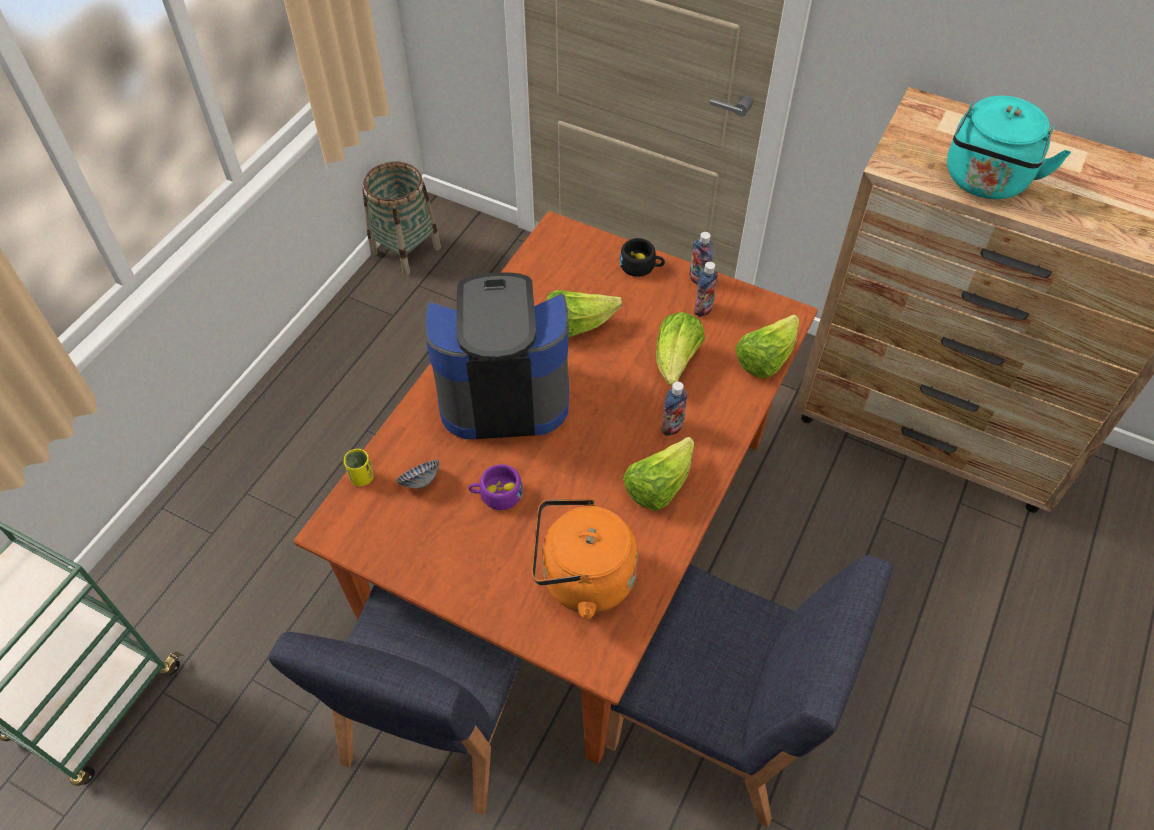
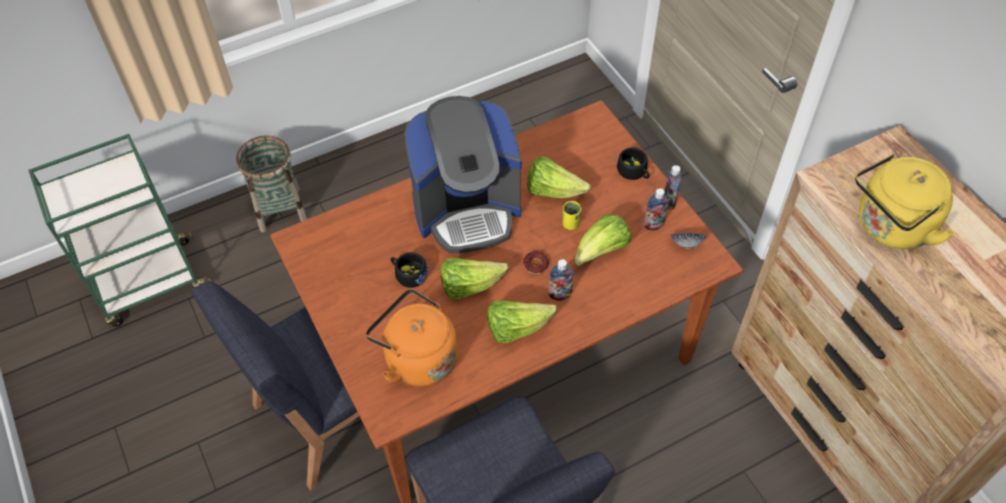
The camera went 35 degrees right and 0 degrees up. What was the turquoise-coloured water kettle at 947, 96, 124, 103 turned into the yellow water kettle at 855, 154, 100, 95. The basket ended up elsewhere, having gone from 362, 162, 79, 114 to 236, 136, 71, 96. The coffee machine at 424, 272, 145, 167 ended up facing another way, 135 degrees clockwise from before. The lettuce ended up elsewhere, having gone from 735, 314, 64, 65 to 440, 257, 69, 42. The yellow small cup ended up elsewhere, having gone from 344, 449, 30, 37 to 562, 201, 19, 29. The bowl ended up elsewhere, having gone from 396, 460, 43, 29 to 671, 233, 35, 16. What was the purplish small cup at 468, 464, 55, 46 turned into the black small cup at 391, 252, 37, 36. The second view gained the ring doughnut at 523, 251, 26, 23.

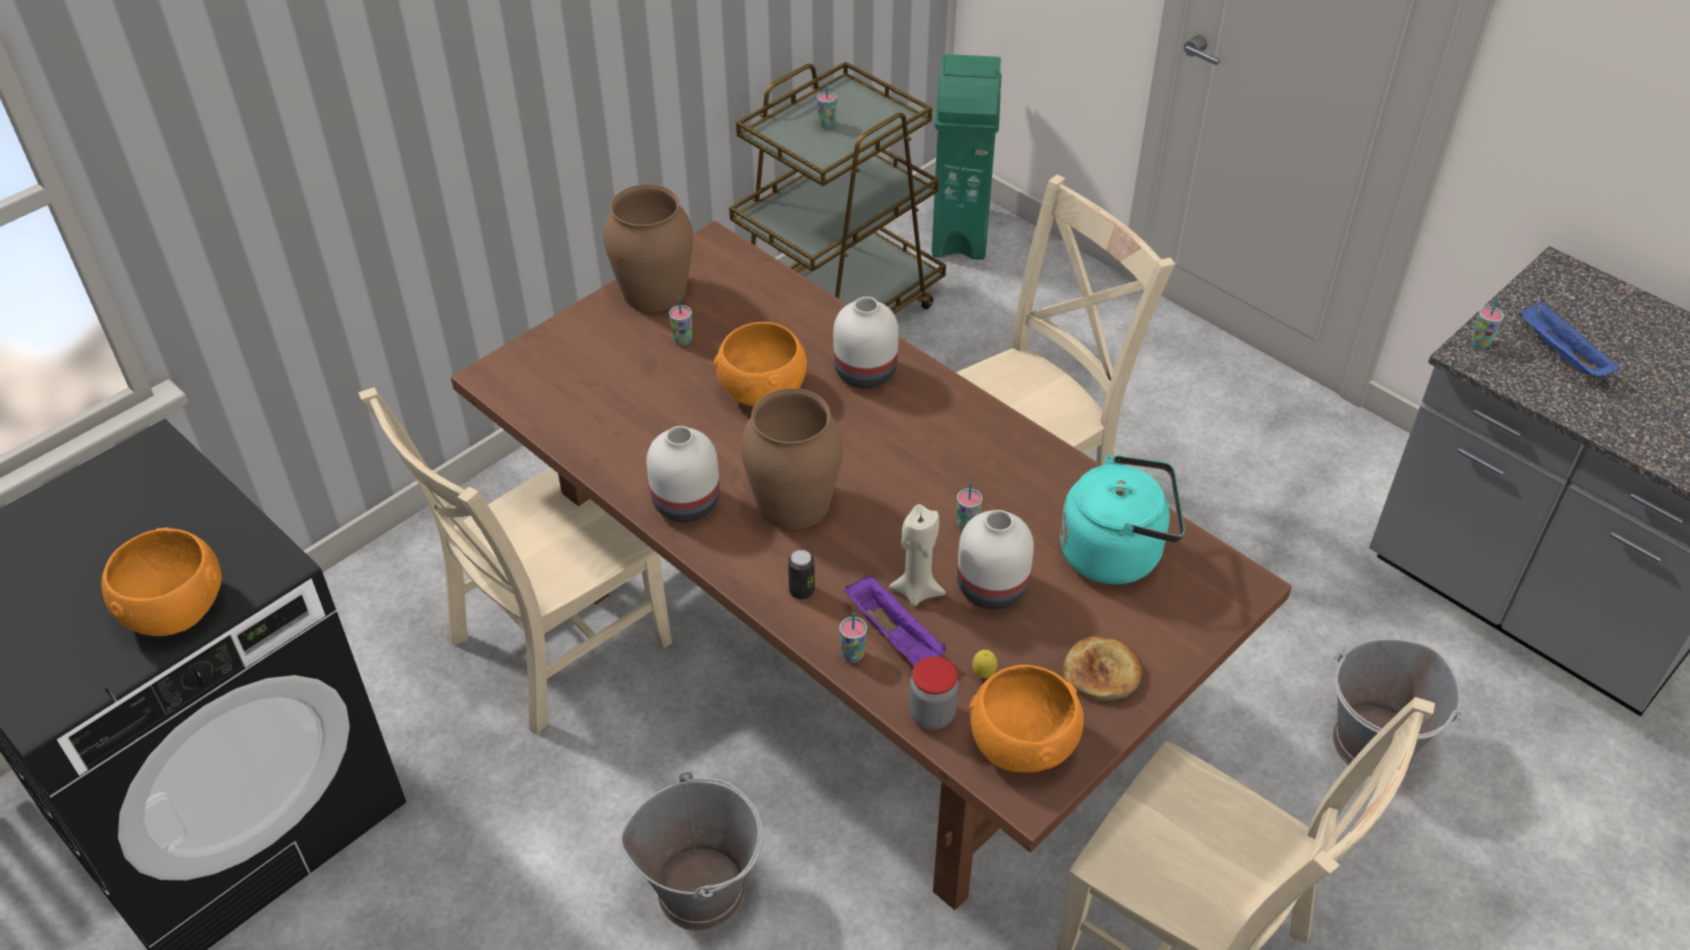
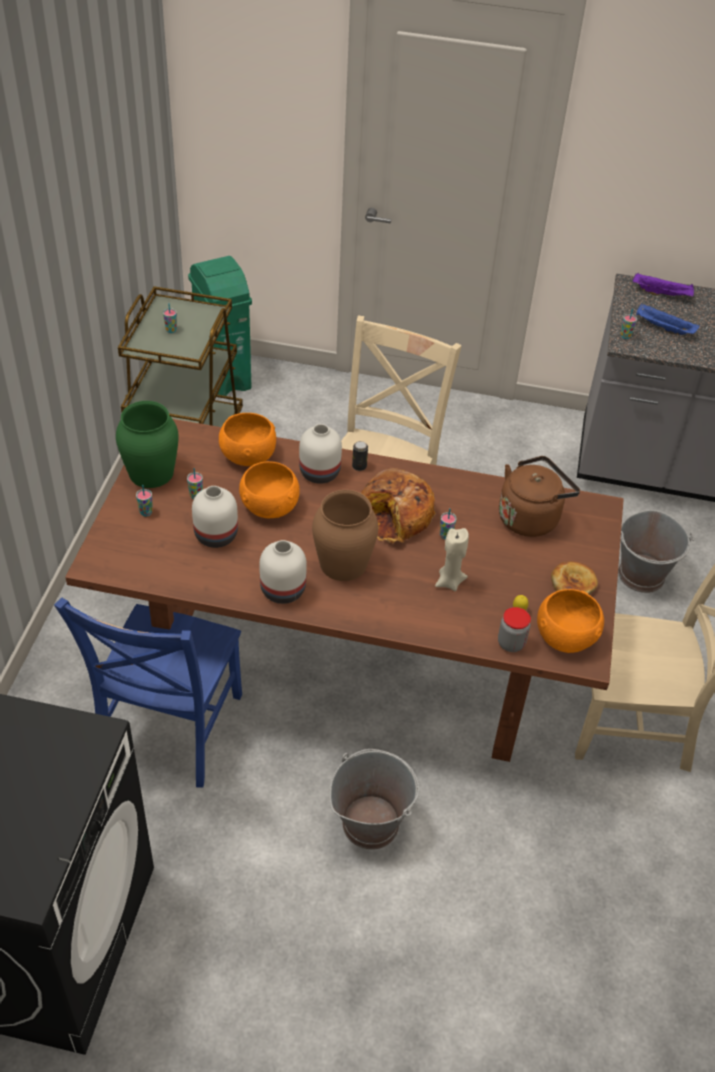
The camera went 35 degrees left and 0 degrees up. What was the brownish vase at 603, 184, 90, 128 turned into the green vase at 116, 401, 63, 87. What was the beige-coloured plain chair at 358, 387, 314, 348 turned into the blue-coloured plain chair at 54, 598, 188, 189. What was the turquoise-coloured water kettle at 1060, 455, 125, 129 turned into the brownish water kettle at 499, 456, 81, 81. The white-coloured vase ended up elsewhere, having gone from 957, 510, 77, 100 to 192, 486, 46, 62. The orangey bowl ended up elsewhere, having gone from 101, 527, 121, 109 to 219, 413, 57, 53. The can ended up elsewhere, having gone from 788, 550, 27, 49 to 352, 441, 16, 30. The purplish carrying tray ended up elsewhere, having gone from 844, 576, 102, 90 to 633, 273, 61, 24. The small cup ended up elsewhere, having gone from 839, 613, 28, 50 to 136, 485, 17, 32. The second view gained the bread at 361, 468, 75, 76.

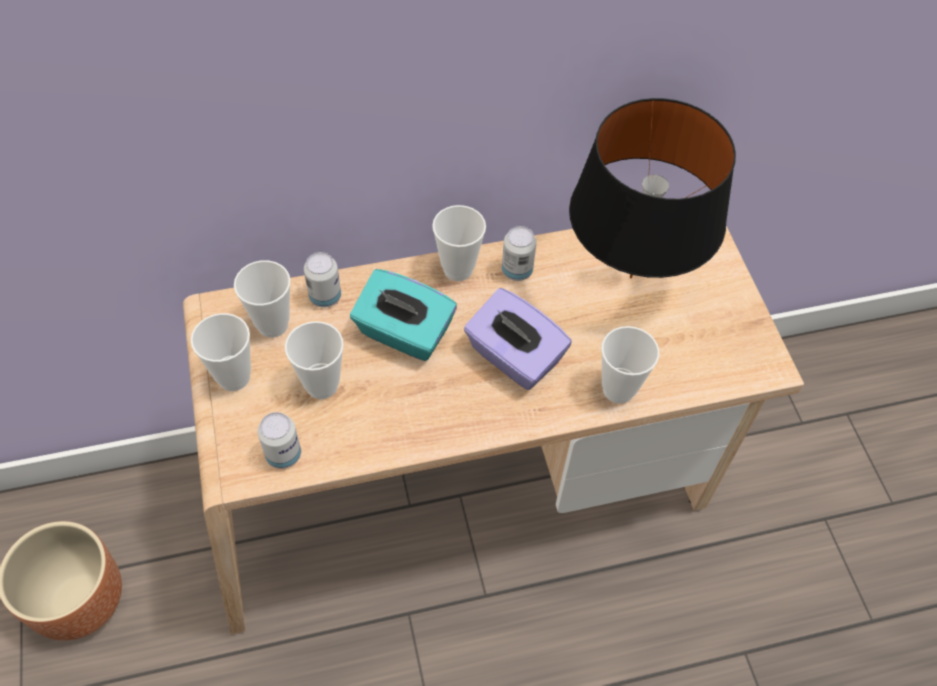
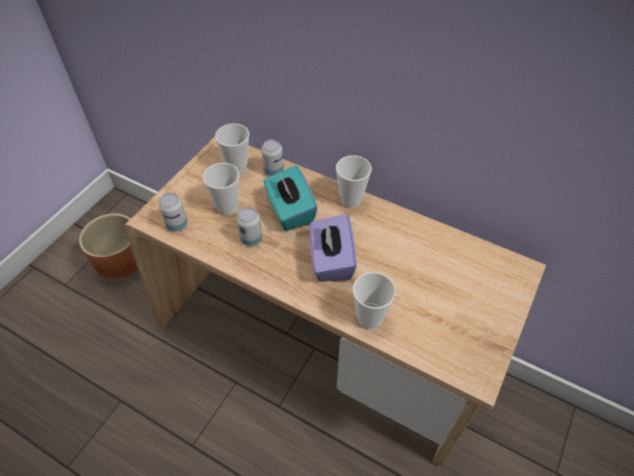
The camera went 45 degrees right and 5 degrees down. The second view lost the black table lamp at 569, 98, 167, 180. The can ended up elsewhere, having gone from 502, 226, 35, 55 to 237, 207, 25, 39. The second view lost the small cup at 191, 313, 60, 78.

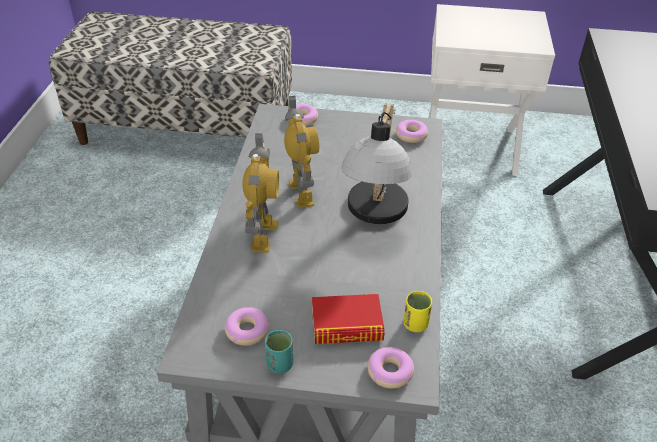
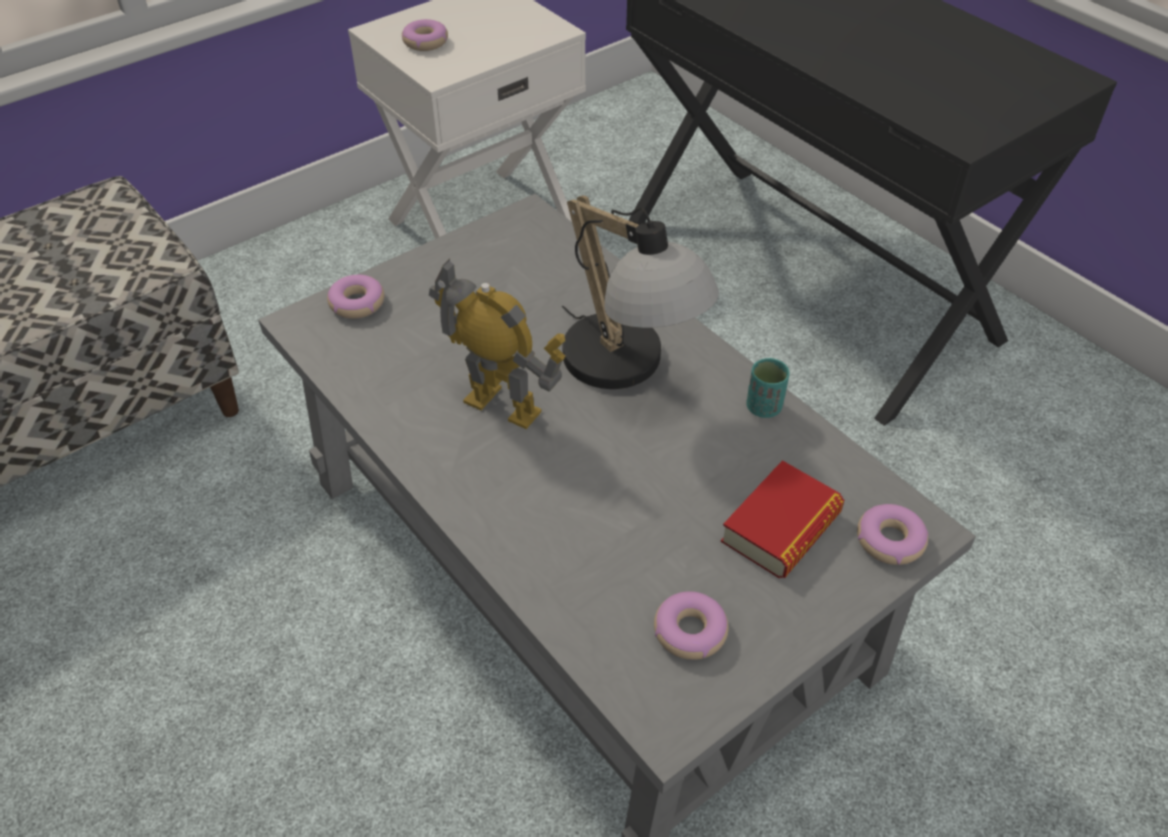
The camera went 45 degrees left and 5 degrees up. The ring doughnut ended up elsewhere, having gone from 396, 120, 32, 23 to 402, 19, 46, 32. The second view lost the model robot at 242, 133, 37, 120. The second view lost the yellow small cup at 404, 291, 28, 41. The turquoise-coloured small cup ended up elsewhere, having gone from 265, 330, 28, 44 to 747, 358, 42, 60.

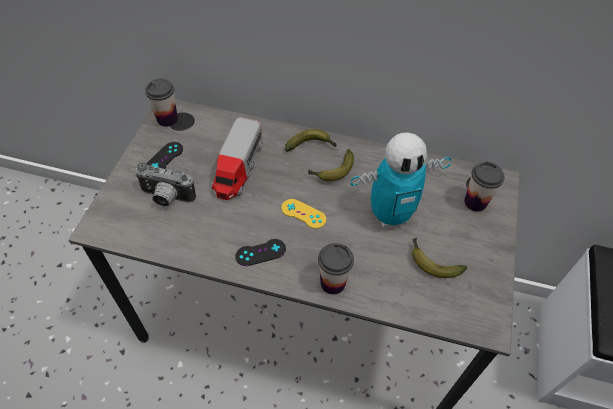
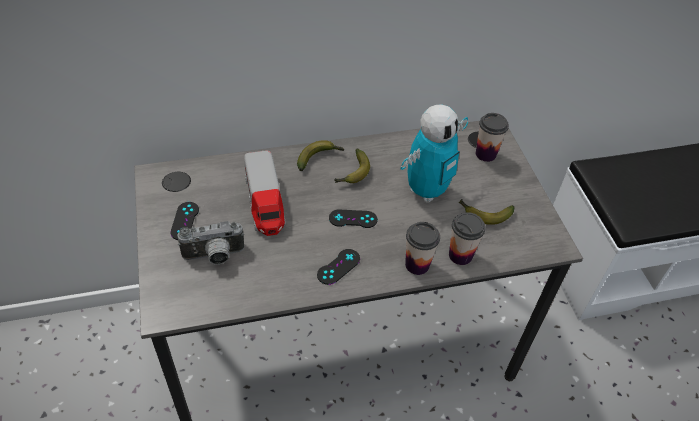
The camera went 30 degrees left and 5 degrees down. The small cup ended up elsewhere, having gone from 145, 78, 33, 49 to 449, 212, 37, 53. What was the yellow joypad at 281, 199, 45, 30 turned into the black joypad at 329, 209, 49, 19.

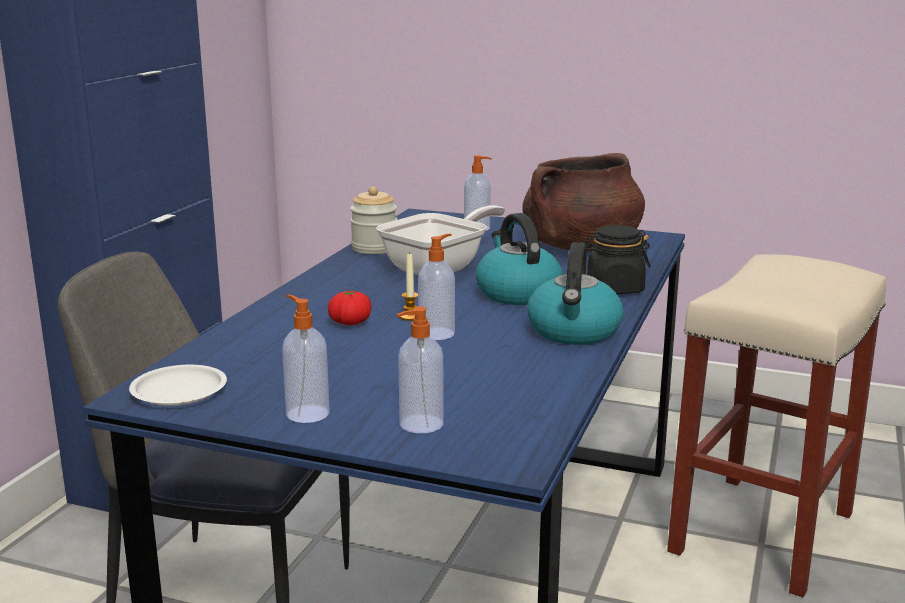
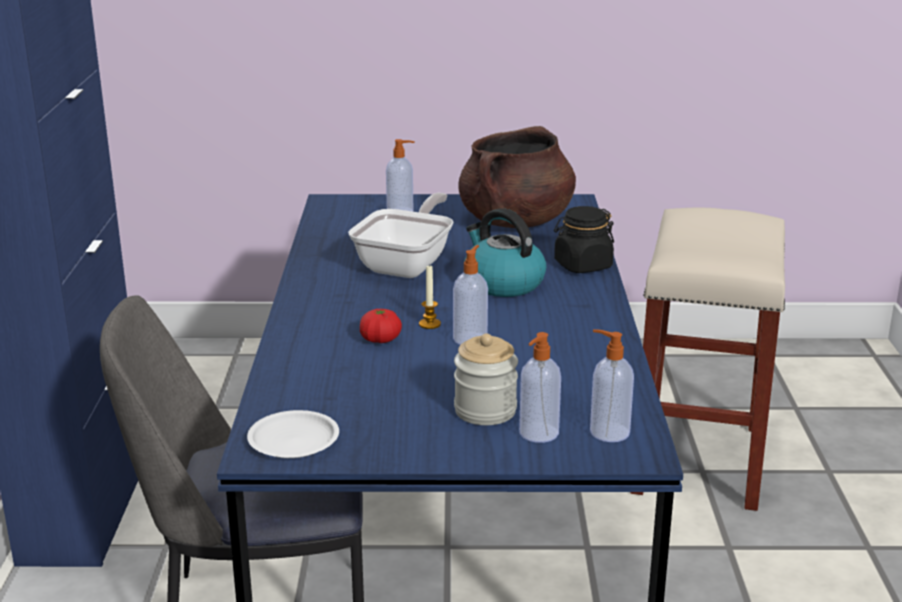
The camera went 20 degrees left and 5 degrees up. The jar ended up elsewhere, having gone from 350, 187, 47, 67 to 454, 333, 64, 92. The second view lost the water kettle at 527, 242, 97, 103. The soap dispenser ended up elsewhere, having gone from 282, 294, 48, 129 to 590, 329, 44, 113.

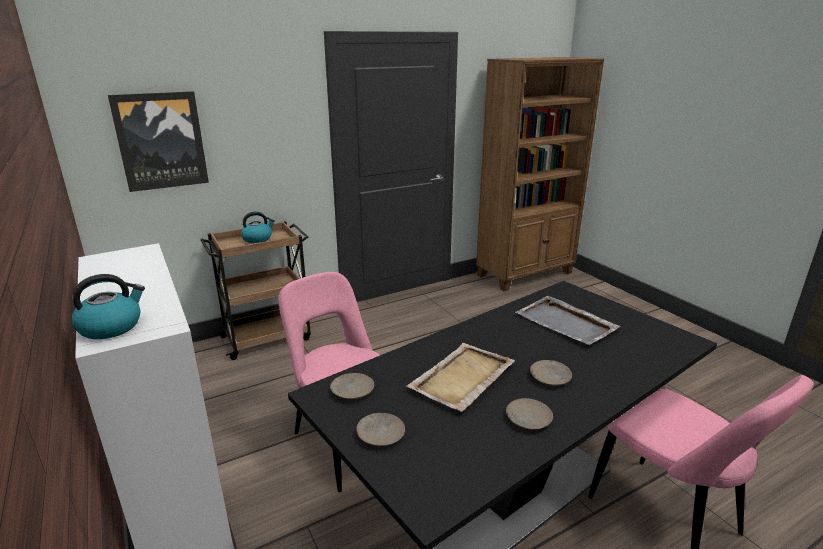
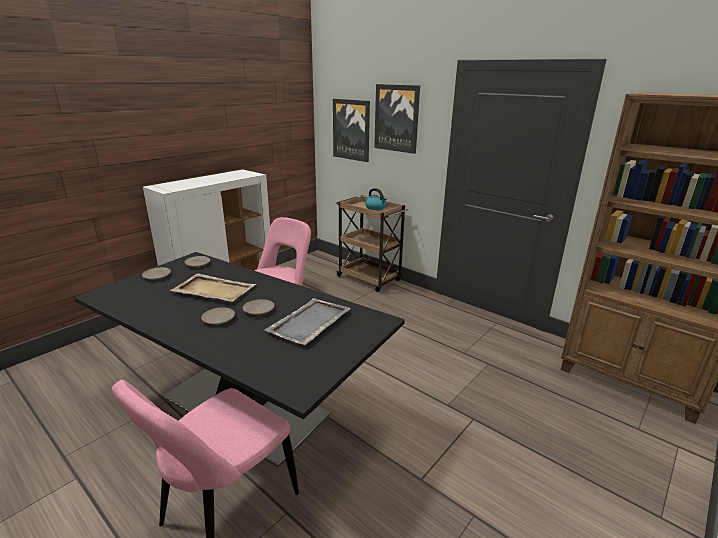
The camera went 70 degrees right and 0 degrees up. The second view lost the water kettle at 72, 274, 73, 65. The beige-coloured plate ended up elsewhere, having gone from 506, 398, 47, 32 to 243, 299, 32, 16. The second view gained the picture at 374, 84, 46, 70.

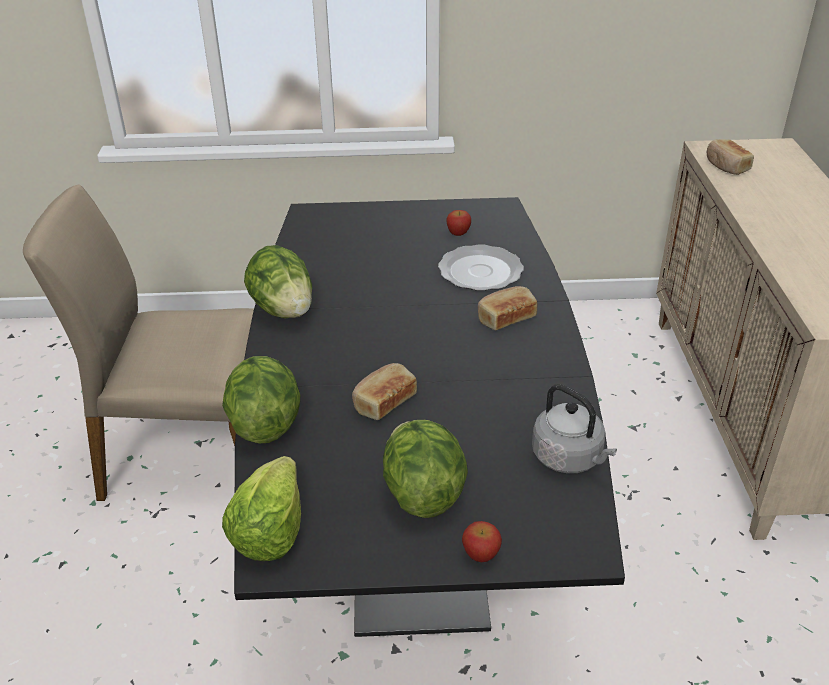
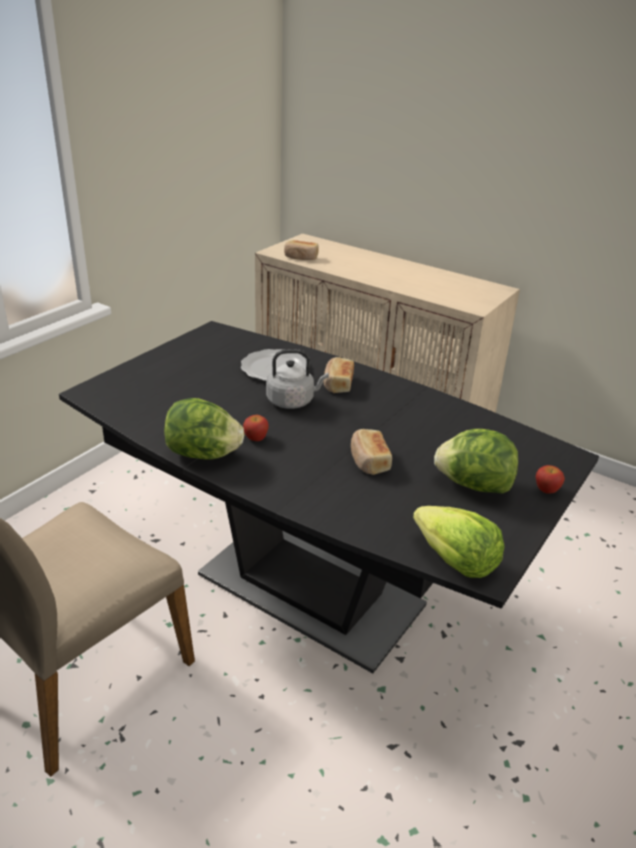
The camera went 55 degrees left and 5 degrees down. The apple ended up elsewhere, having gone from 446, 210, 25, 26 to 243, 415, 26, 26. The second view lost the lettuce at 222, 356, 78, 88. The grey water kettle ended up elsewhere, having gone from 532, 384, 85, 89 to 266, 349, 63, 60.

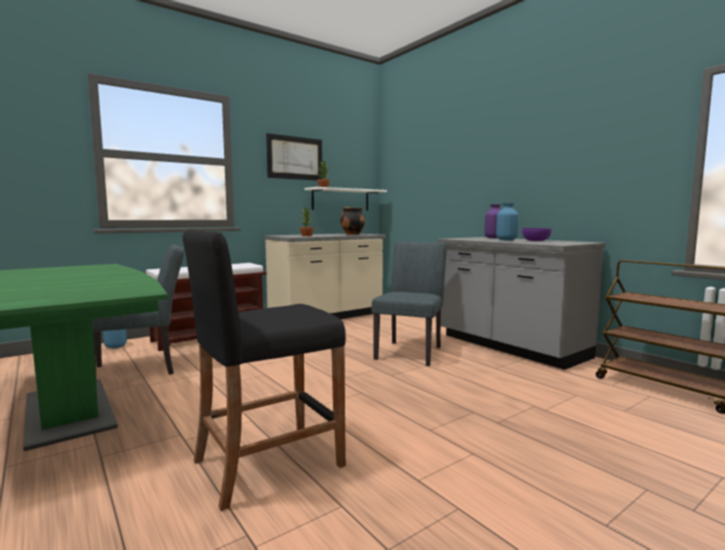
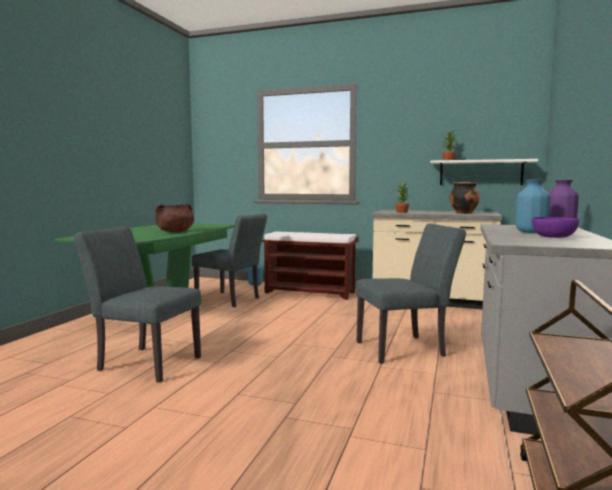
The camera went 55 degrees right and 0 degrees up. The second view lost the picture at 266, 133, 56, 48. Where the black sitting stool stood at 183, 230, 163, 281, the grey plain chair came to stand at 74, 227, 127, 156. The second view gained the brownish cooking pot at 155, 204, 39, 28.

